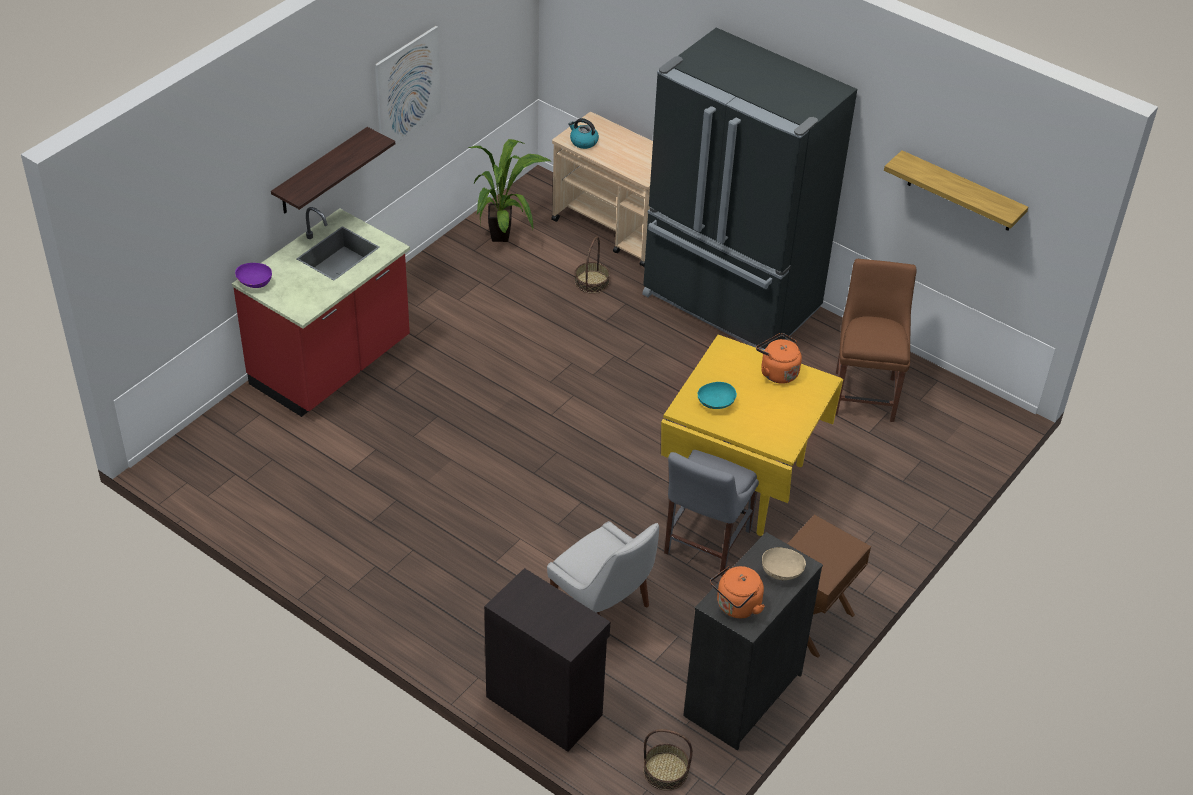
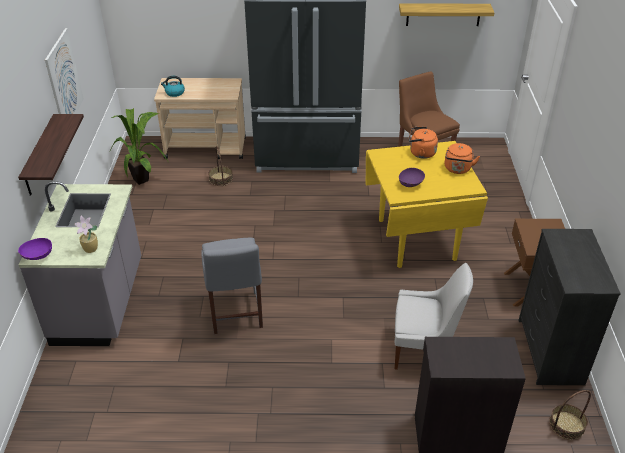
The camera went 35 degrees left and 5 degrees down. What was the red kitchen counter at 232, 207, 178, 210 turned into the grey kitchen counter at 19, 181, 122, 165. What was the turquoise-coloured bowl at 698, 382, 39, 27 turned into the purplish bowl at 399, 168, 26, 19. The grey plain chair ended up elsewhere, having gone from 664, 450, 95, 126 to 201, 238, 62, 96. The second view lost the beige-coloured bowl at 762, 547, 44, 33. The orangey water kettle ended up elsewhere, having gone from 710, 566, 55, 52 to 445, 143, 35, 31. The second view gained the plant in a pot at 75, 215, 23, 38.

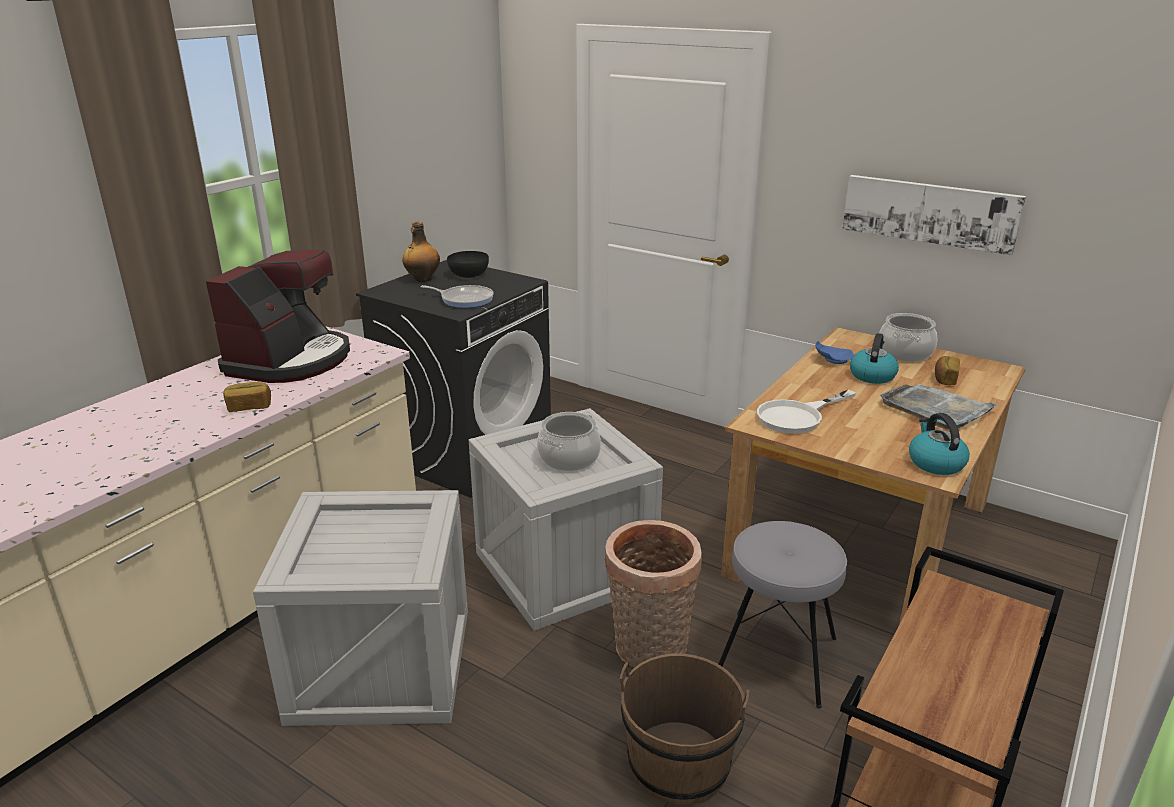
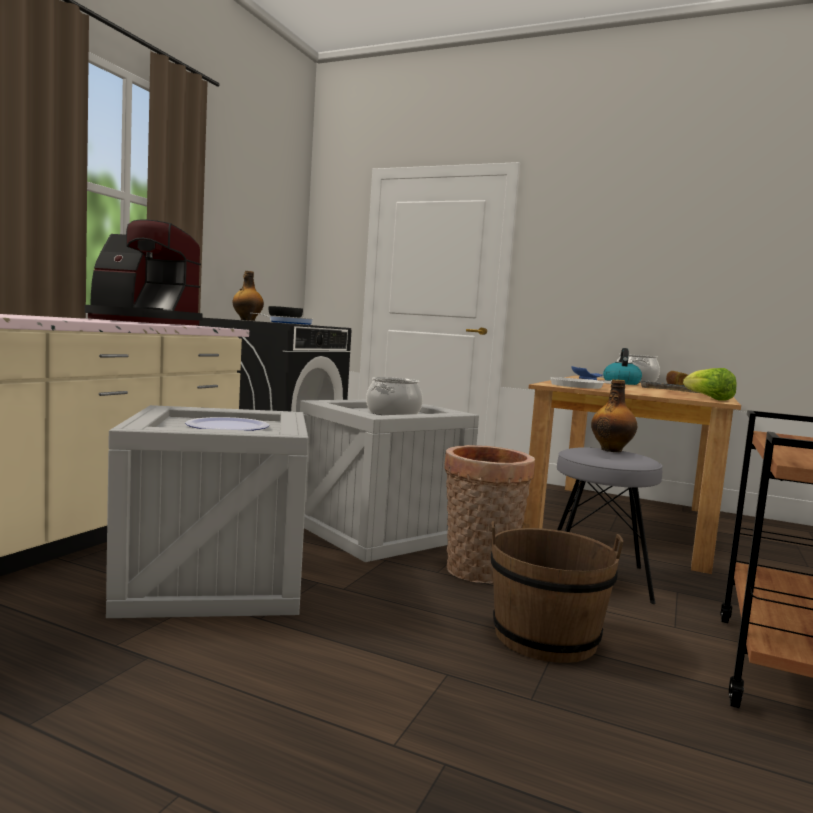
The camera went 10 degrees left and 20 degrees down. The second view lost the picture at 842, 175, 184, 80. The coffee machine at 206, 249, 144, 134 ended up facing another way, 90 degrees clockwise from before. The second view lost the bread at 223, 382, 48, 30. Where the water kettle stood at 909, 413, 61, 62, the lettuce came to stand at 683, 368, 54, 33. The second view gained the drink bottle at 591, 379, 46, 73. The second view gained the plate at 185, 417, 84, 14.

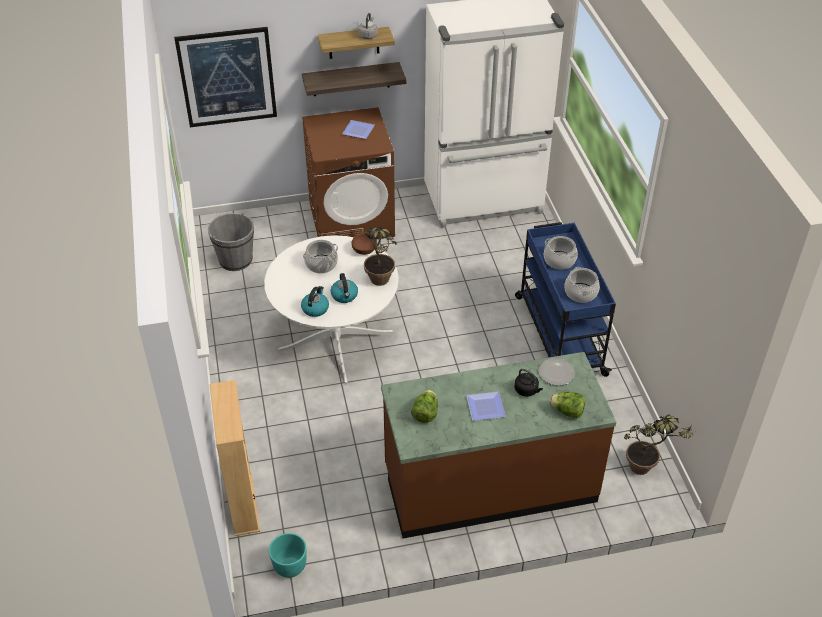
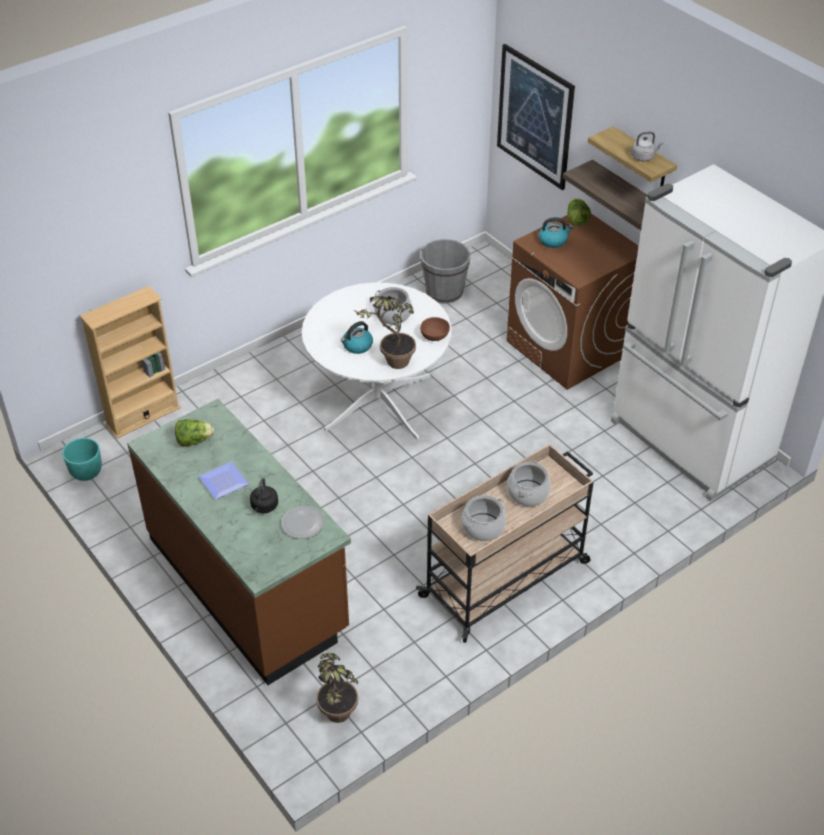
The camera went 65 degrees right and 0 degrees up. The second view lost the plate at 342, 120, 33, 19. What was the blue-coloured wheeled cart at 515, 222, 101, 155 turned into the beige-coloured wheeled cart at 416, 444, 178, 199. The water kettle ended up elsewhere, having gone from 301, 286, 28, 31 to 539, 217, 34, 31. The lettuce ended up elsewhere, having gone from 549, 392, 36, 27 to 567, 198, 24, 28.

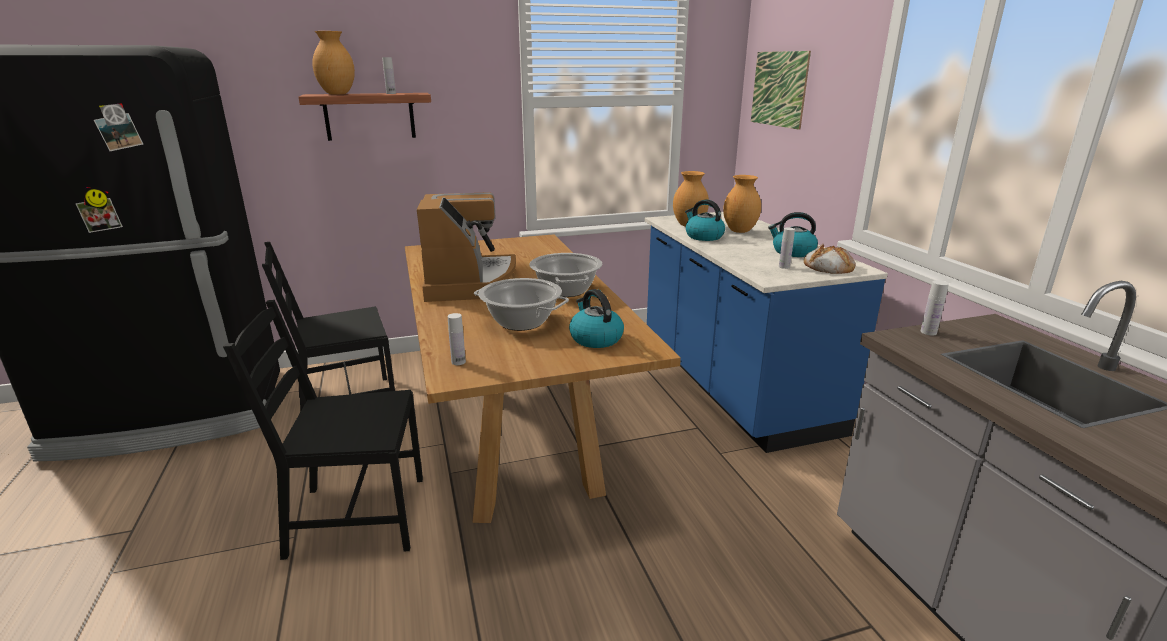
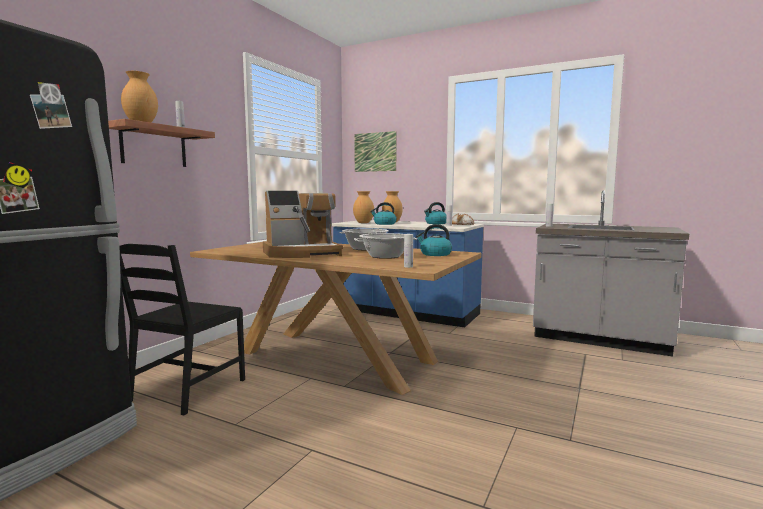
The camera went 45 degrees left and 15 degrees down. The coffee machine at 417, 192, 99, 110 ended up facing another way, 120 degrees clockwise from before. The second view lost the black plain chair at 223, 300, 200, 260.

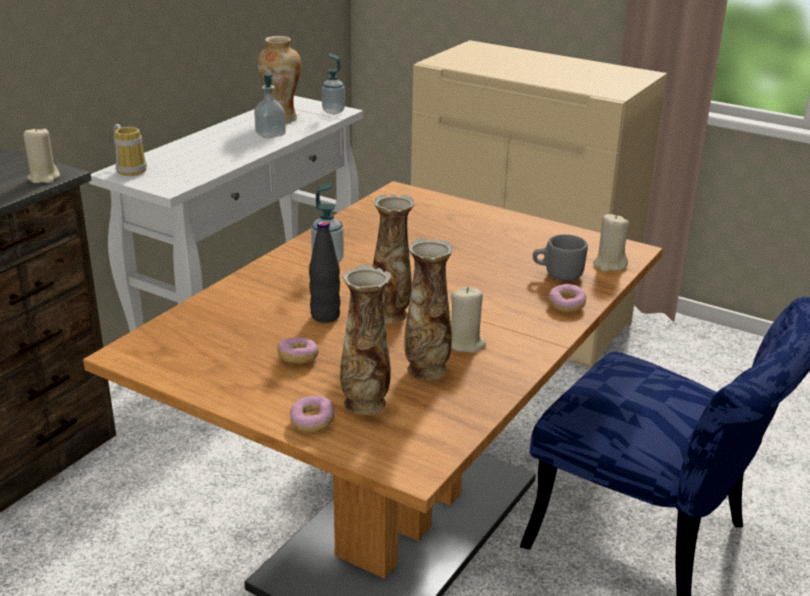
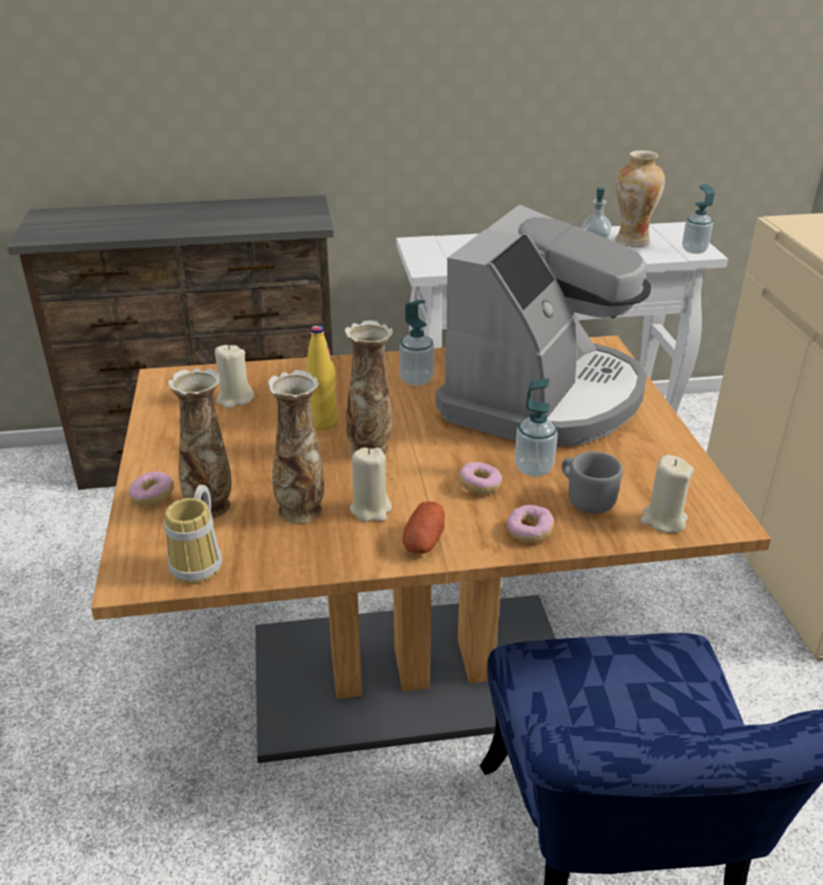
The camera went 50 degrees right and 5 degrees up. The coffee mug ended up elsewhere, having gone from 113, 124, 34, 52 to 164, 485, 58, 99. The beige-coloured wax light ended up elsewhere, having gone from 23, 126, 37, 57 to 215, 345, 39, 64. What was the black drink bottle at 309, 221, 32, 102 turned into the yellow drink bottle at 305, 325, 33, 105. The ring doughnut ended up elsewhere, having gone from 277, 337, 42, 27 to 459, 462, 43, 32. The second view gained the coffee machine at 436, 205, 215, 242. The second view gained the soap dispenser at 515, 378, 43, 99. The second view gained the whole potato at 402, 501, 43, 53.

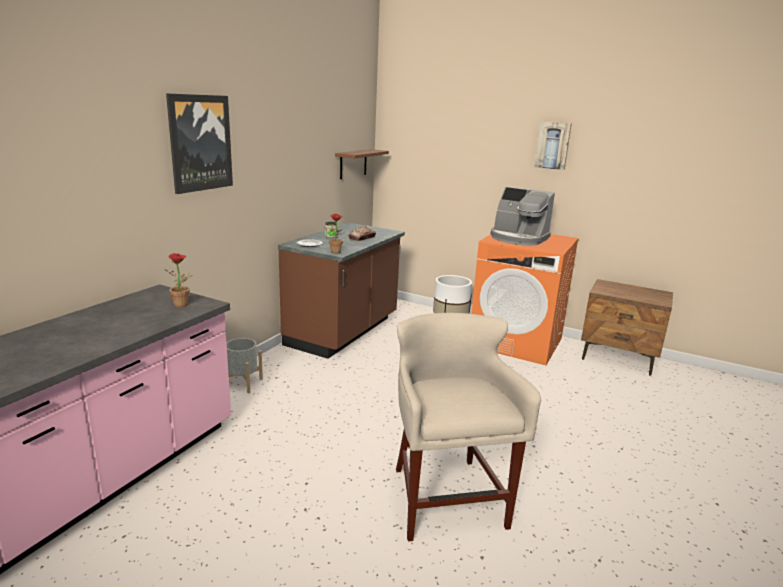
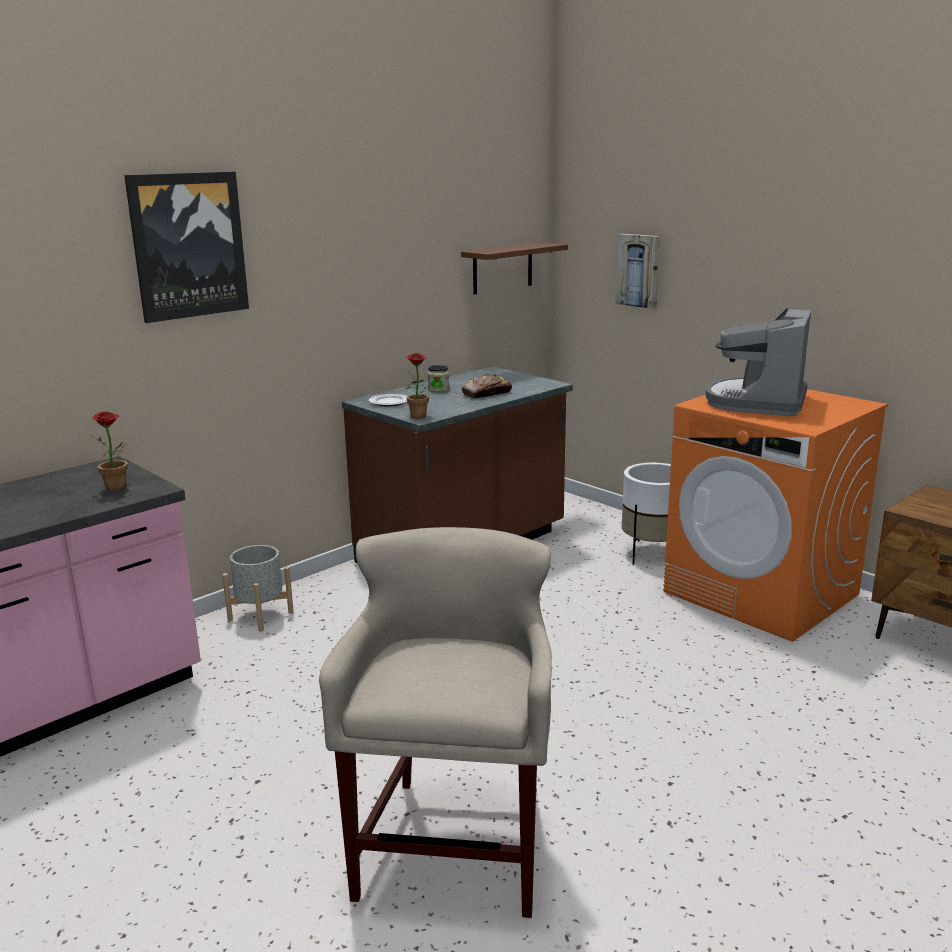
The camera went 20 degrees right and 0 degrees up. The picture ended up elsewhere, having gone from 534, 122, 38, 48 to 616, 234, 44, 75. The coffee machine at 491, 187, 64, 59 ended up facing another way, 60 degrees clockwise from before.

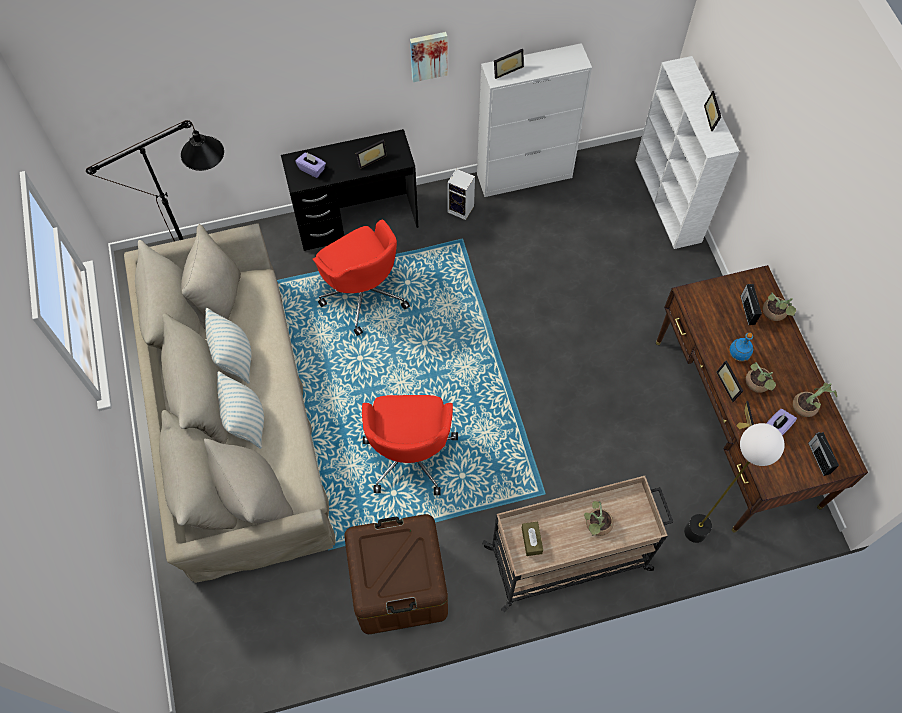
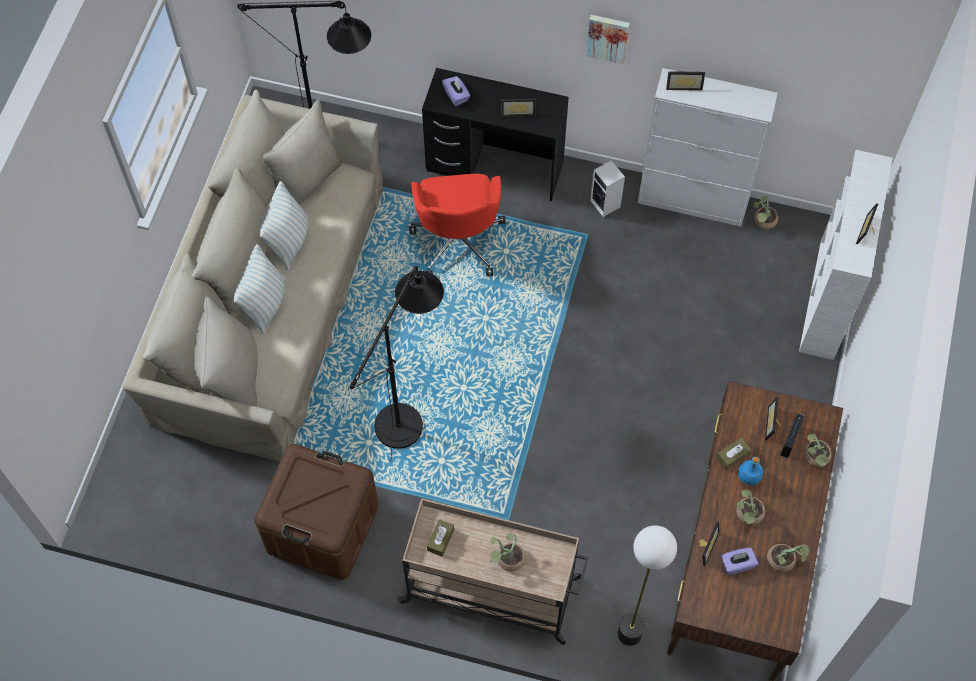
The camera went 30 degrees right and 0 degrees up. The picture frame ended up elsewhere, having gone from 716, 360, 27, 42 to 765, 397, 16, 44. Where the red desk chair stood at 362, 395, 96, 100, the black standing lamp came to stand at 350, 266, 94, 196. The second view lost the radio set at 808, 432, 31, 44. The second view gained the plant in a pot at 753, 196, 25, 34. The second view gained the brownish box of tissues at 716, 437, 35, 33.

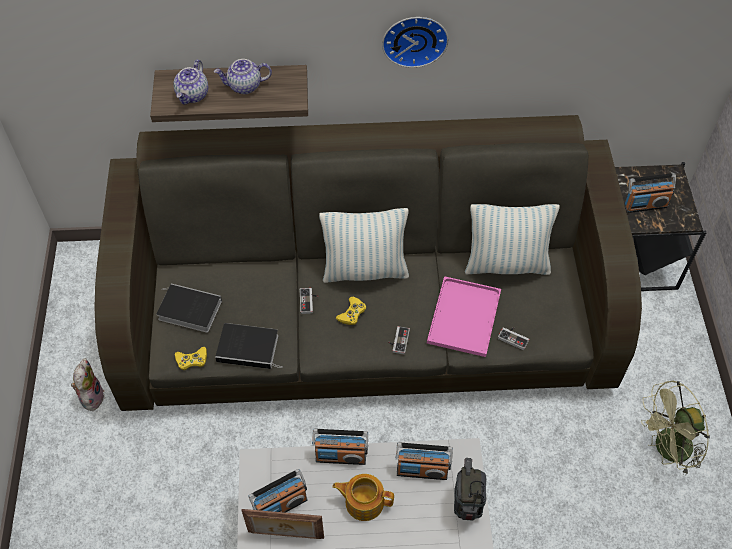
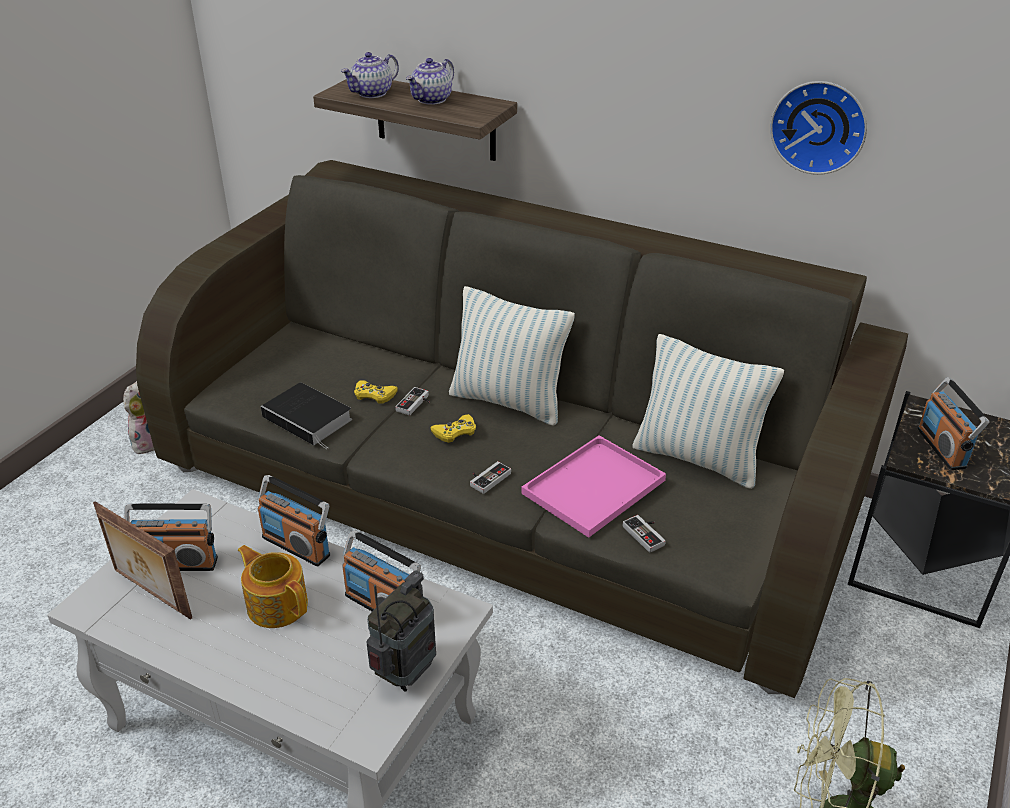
The camera went 30 degrees right and 20 degrees down. The hanging clock ended up elsewhere, having gone from 382, 17, 67, 51 to 770, 81, 97, 94. The tea pot at 214, 59, 58, 35 ended up facing another way, 75 degrees counterclockwise from before. The radio set at 624, 173, 52, 40 ended up facing another way, 60 degrees clockwise from before. The second view lost the bound book at 156, 284, 66, 49. The yellow joypad ended up elsewhere, having gone from 175, 347, 32, 23 to 354, 380, 44, 24.

